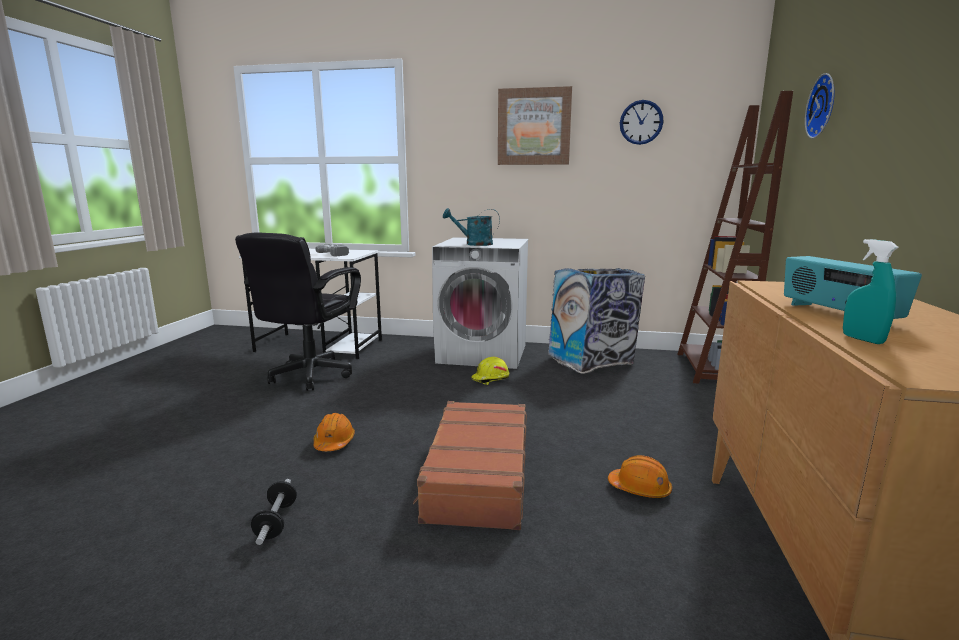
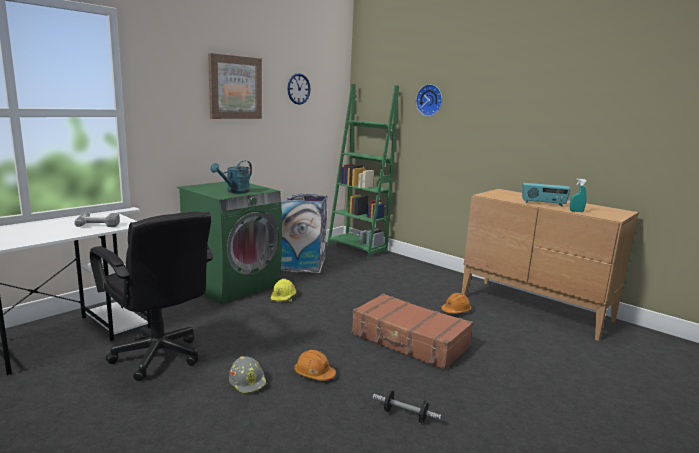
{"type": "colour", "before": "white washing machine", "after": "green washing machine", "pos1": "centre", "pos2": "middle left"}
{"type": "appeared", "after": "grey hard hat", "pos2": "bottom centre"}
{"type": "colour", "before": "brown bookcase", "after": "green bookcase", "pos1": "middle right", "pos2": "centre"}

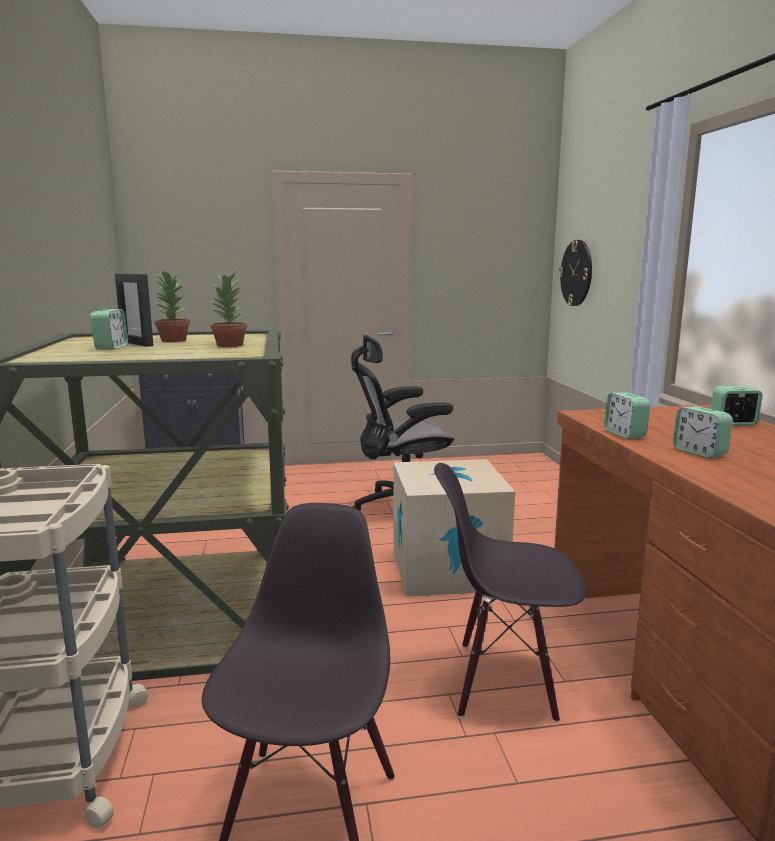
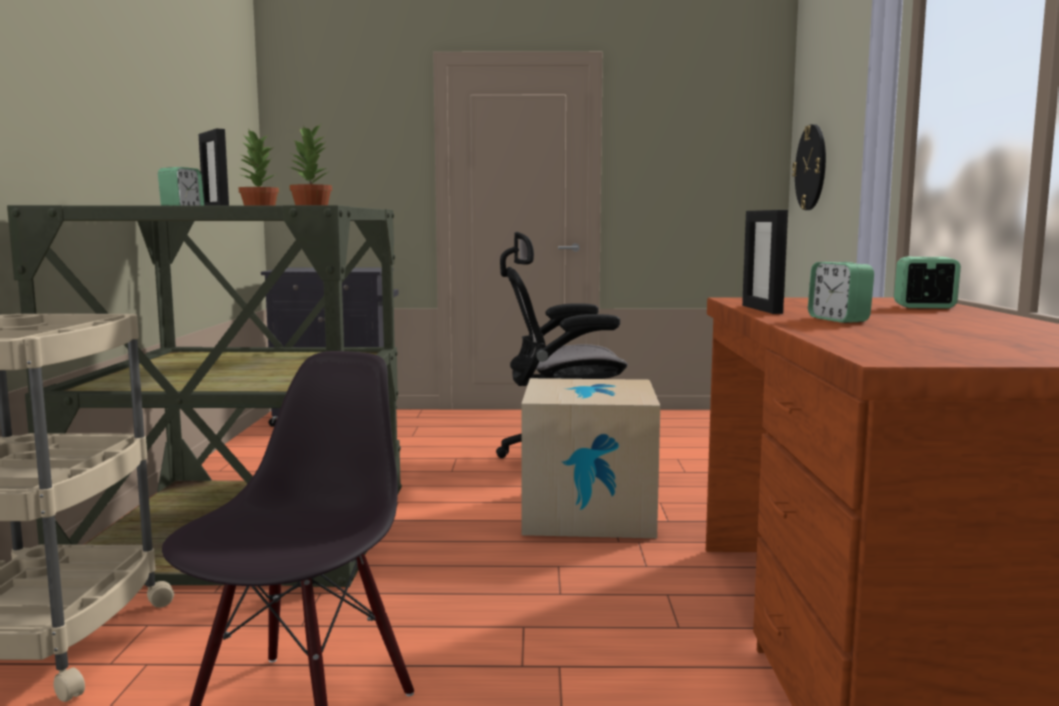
{"type": "exchanged", "before": "alarm clock (no. 2 from left)", "after": "picture frame (no. 2 from left)", "pos1": "middle right", "pos2": "middle right"}
{"type": "missing", "before": "black chair (no. 2 from left)", "pos1": "bottom centre"}

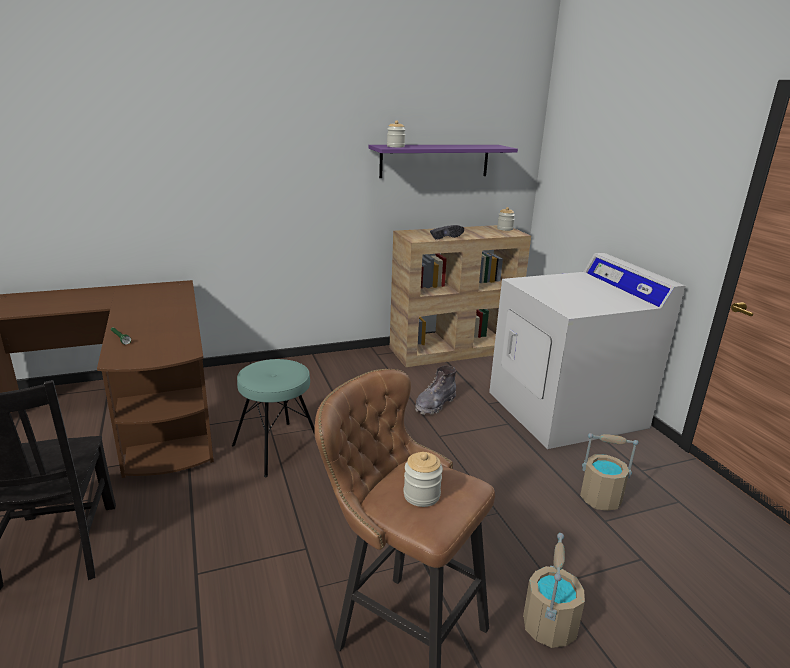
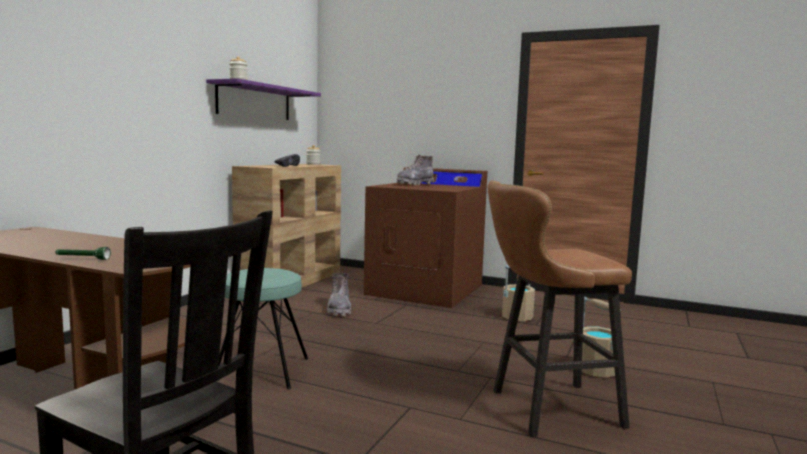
{"type": "colour", "before": "white washing machine", "after": "brown washing machine", "pos1": "middle right", "pos2": "centre"}
{"type": "appeared", "after": "grey boot (no. 2 from left)", "pos2": "centre"}
{"type": "missing", "before": "jar (no. 2 from left)", "pos1": "bottom centre"}

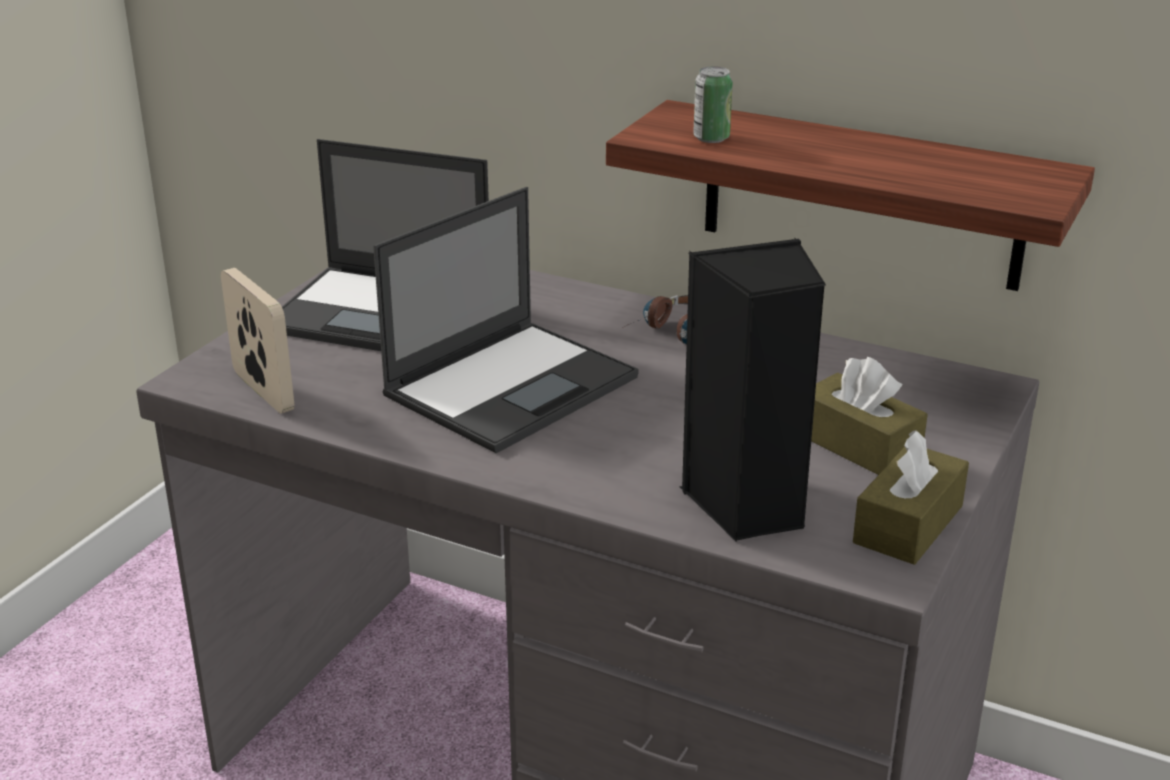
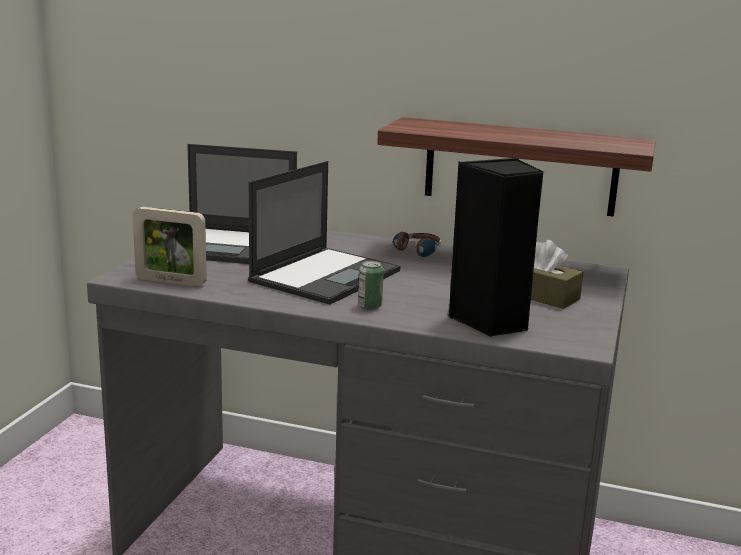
{"type": "spun", "before": "picture frame", "pos1": "middle left", "pos2": "middle left", "turn": 150}
{"type": "relocated", "before": "can", "pos1": "top centre", "pos2": "centre"}
{"type": "missing", "before": "brown tissue box (no. 2 from left)", "pos1": "middle right"}

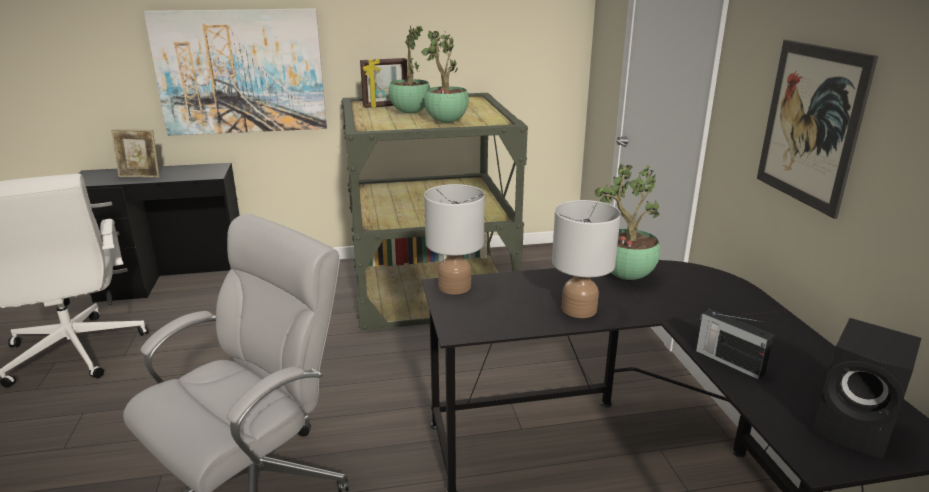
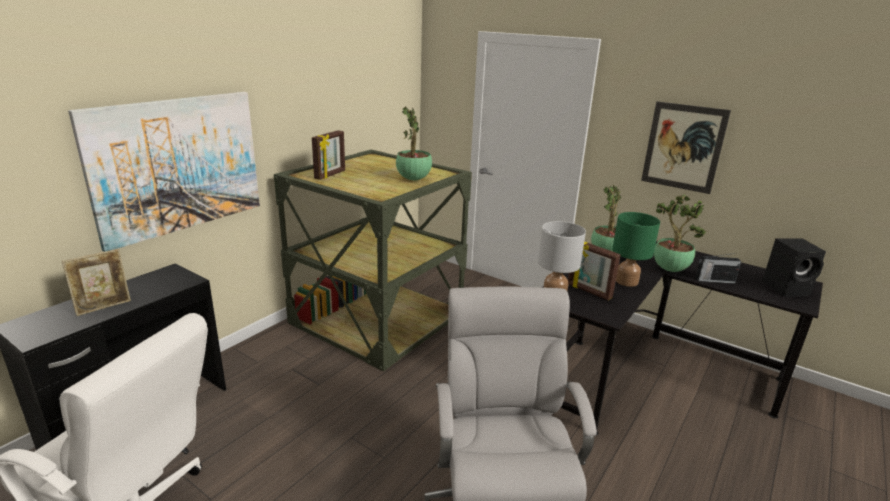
{"type": "appeared", "after": "picture frame (no. 3 from left)", "pos2": "middle right"}
{"type": "colour", "before": "grey table lamp (no. 2 from left)", "after": "green table lamp", "pos1": "centre", "pos2": "middle right"}
{"type": "relocated", "before": "potted plant (no. 1 from left in the first image)", "after": "potted plant (no. 3 from left)", "pos1": "top centre", "pos2": "middle right"}

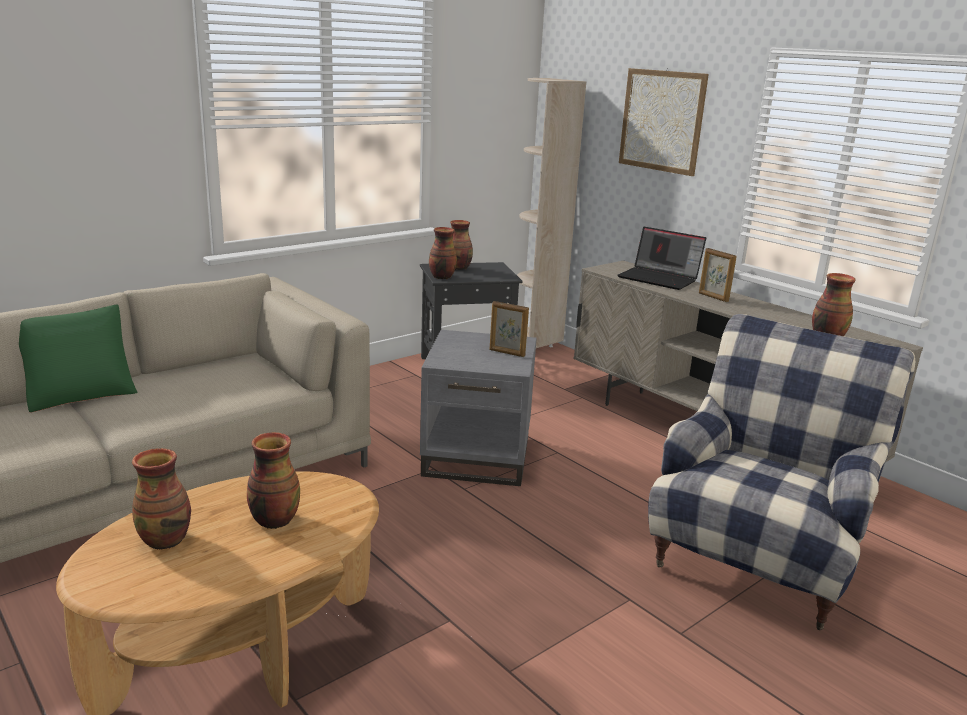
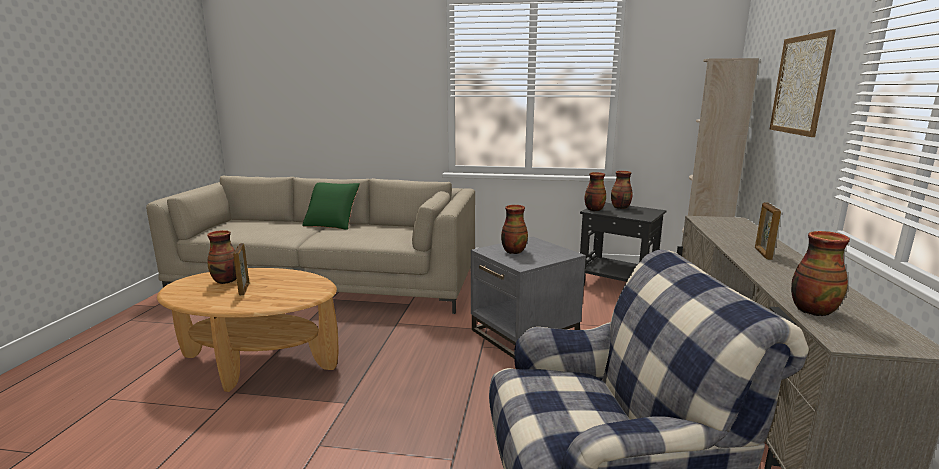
{"type": "relocated", "before": "picture frame (no. 1 from left)", "pos1": "centre", "pos2": "middle left"}
{"type": "relocated", "before": "vase (no. 2 from left)", "pos1": "bottom left", "pos2": "centre"}
{"type": "missing", "before": "laptop", "pos1": "middle right"}

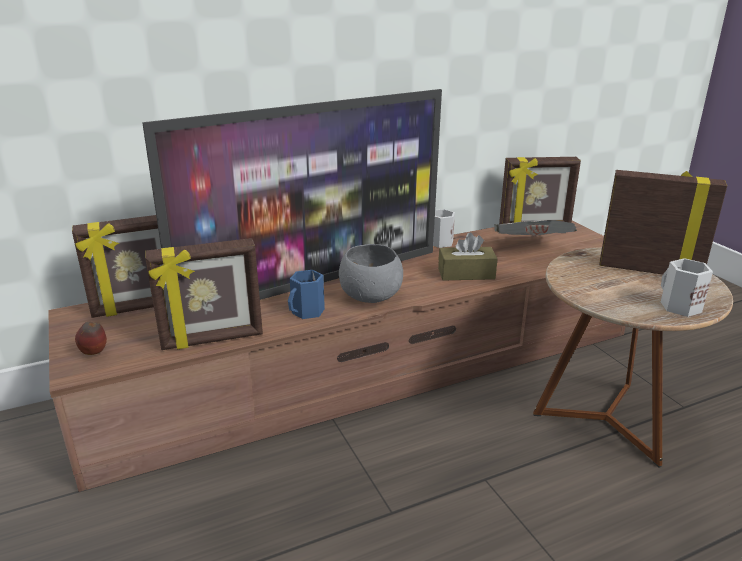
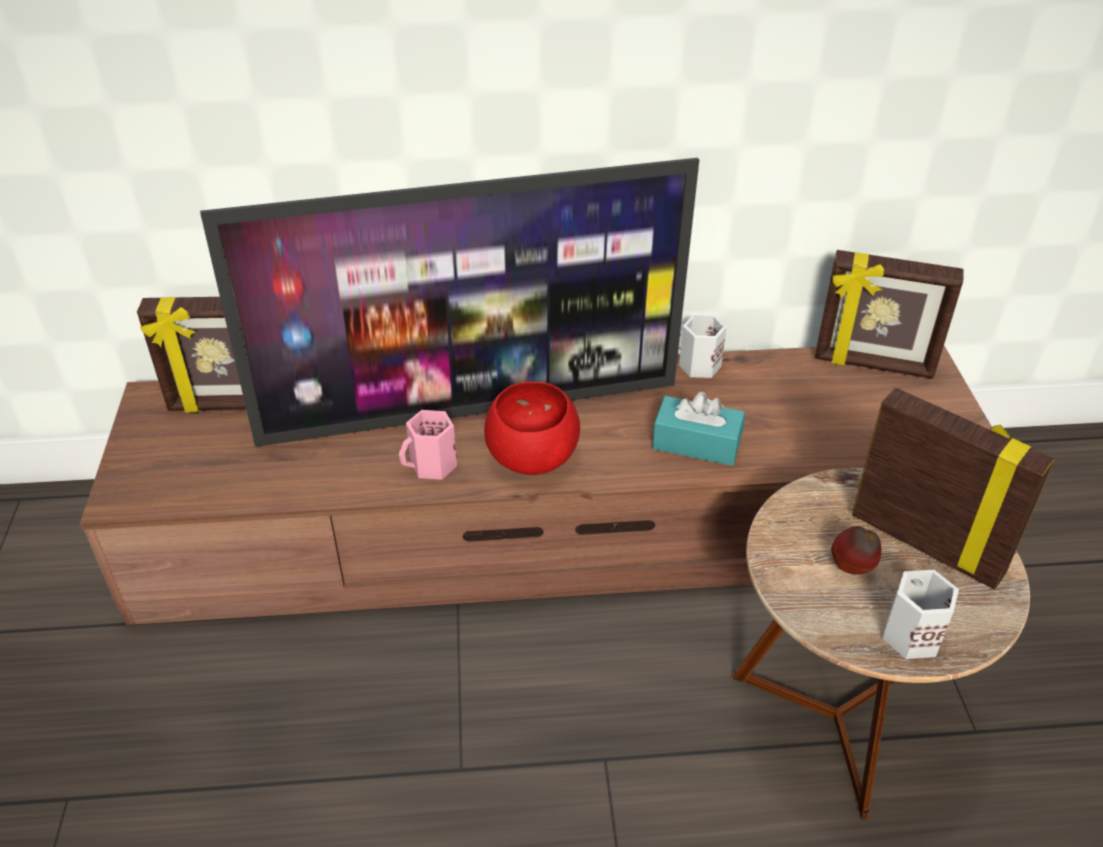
{"type": "colour", "before": "blue mug", "after": "pink mug", "pos1": "centre", "pos2": "centre"}
{"type": "colour", "before": "grey bowl", "after": "red bowl", "pos1": "centre", "pos2": "centre"}
{"type": "colour", "before": "brown tissue box", "after": "turquoise tissue box", "pos1": "centre", "pos2": "centre"}
{"type": "relocated", "before": "apple", "pos1": "middle left", "pos2": "middle right"}
{"type": "missing", "before": "picture frame (no. 2 from left)", "pos1": "middle left"}
{"type": "missing", "before": "newspaper", "pos1": "middle right"}

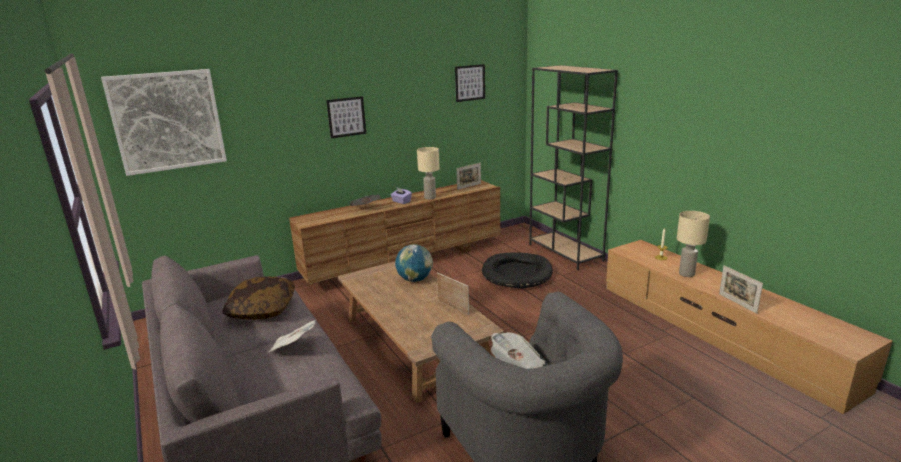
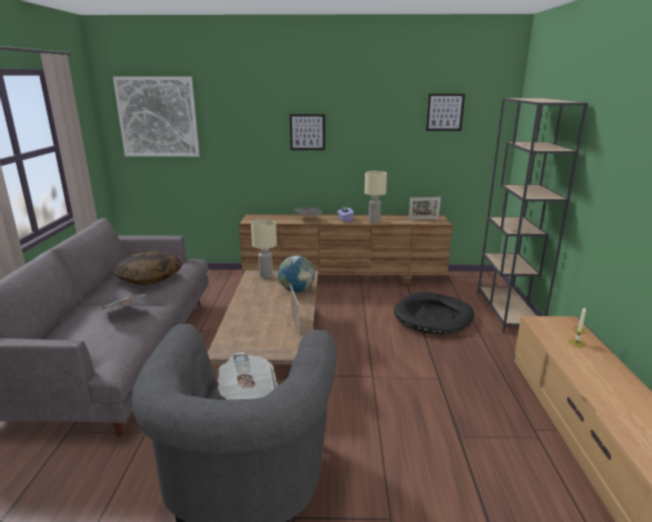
{"type": "relocated", "before": "beige table lamp (no. 2 from left in the first image)", "after": "beige table lamp (no. 1 from left)", "pos1": "middle right", "pos2": "centre"}
{"type": "missing", "before": "picture frame (no. 3 from left)", "pos1": "middle right"}

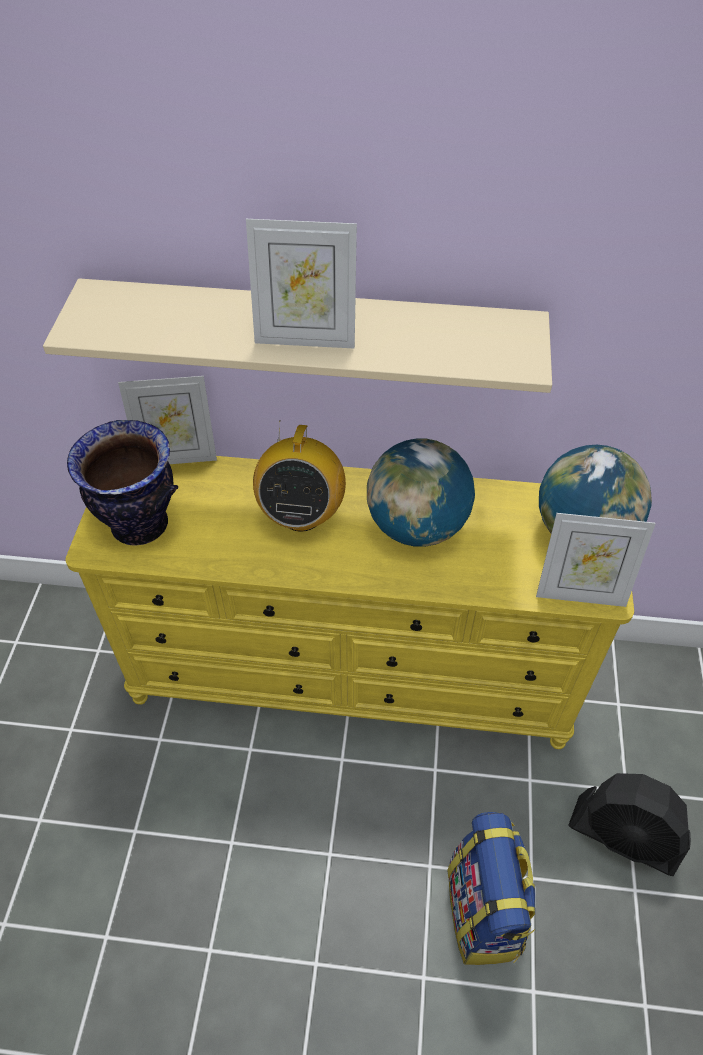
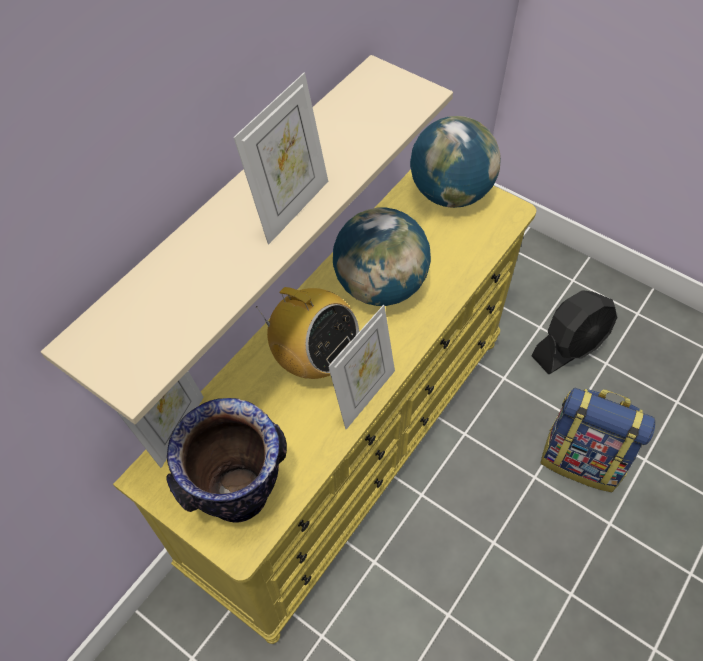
{"type": "relocated", "before": "picture frame (no. 3 from left)", "pos1": "middle right", "pos2": "centre"}

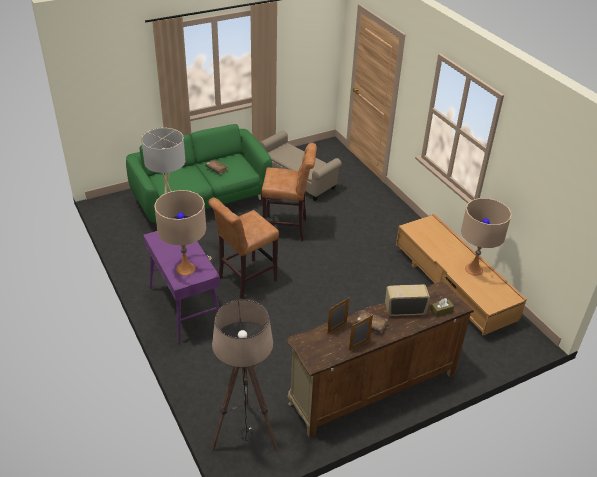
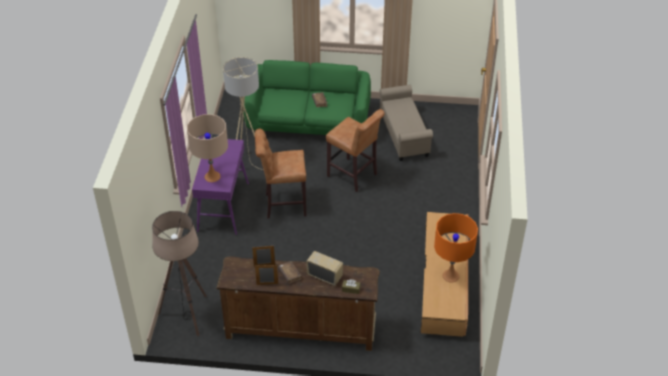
{"type": "colour", "before": "beige table lamp (no. 2 from left)", "after": "orange table lamp", "pos1": "middle right", "pos2": "middle right"}

